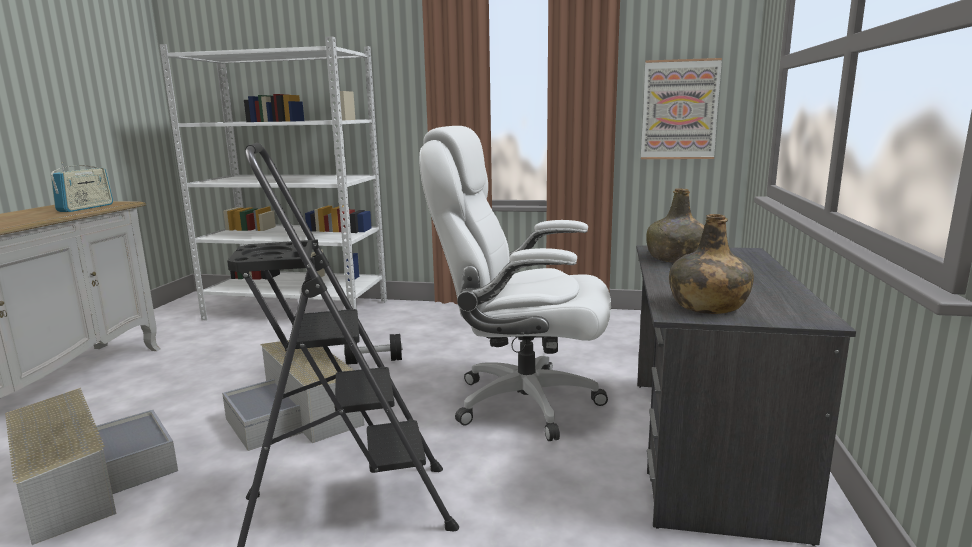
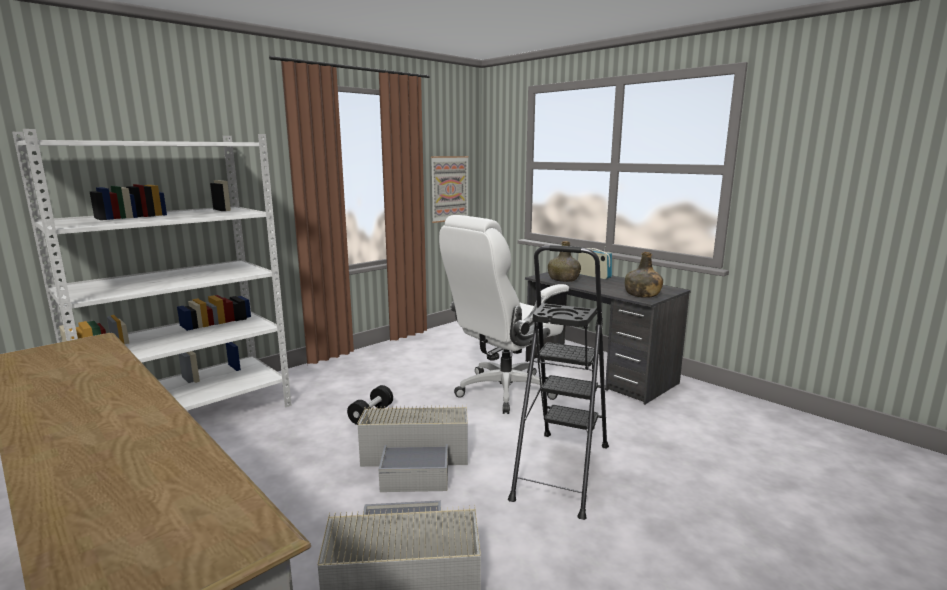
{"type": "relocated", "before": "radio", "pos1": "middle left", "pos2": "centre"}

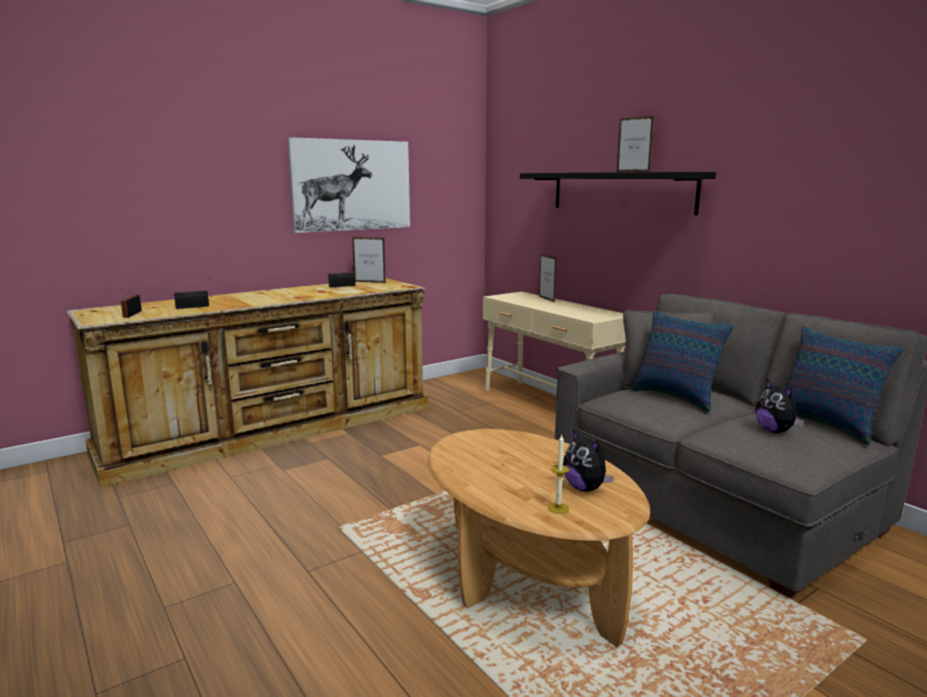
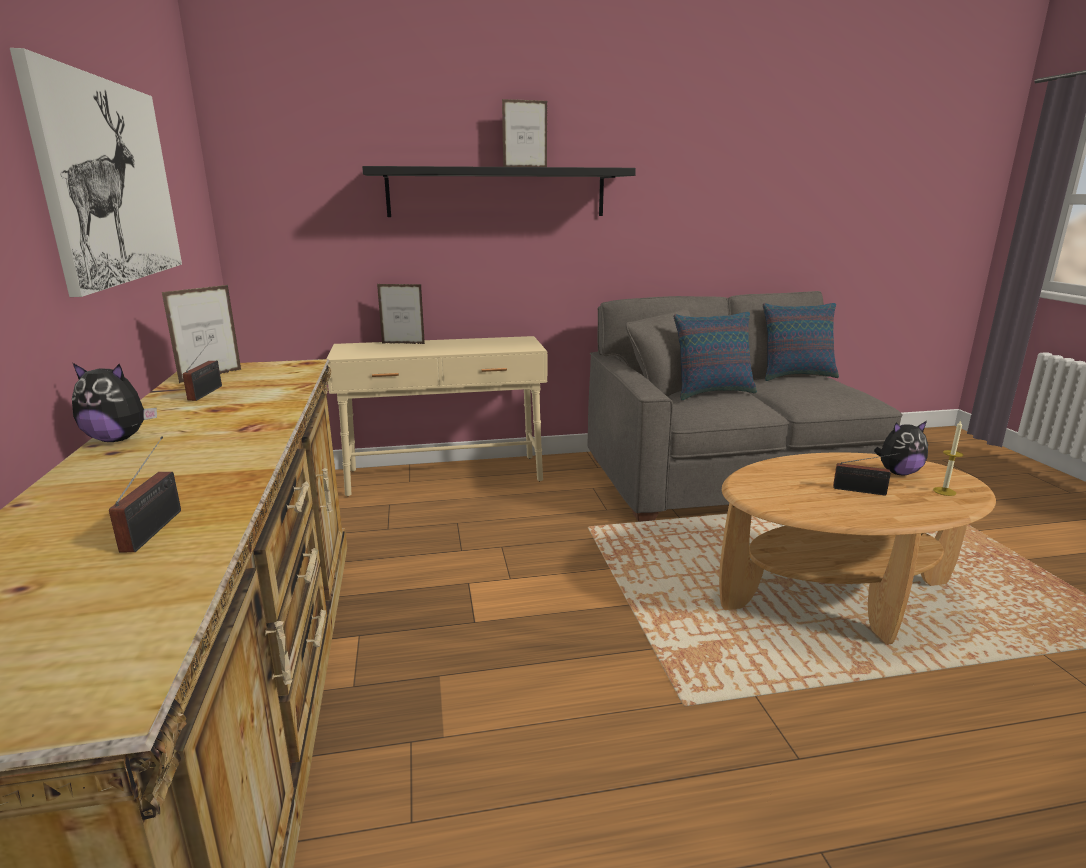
{"type": "relocated", "before": "plush toy (no. 2 from left in the first image)", "after": "plush toy (no. 1 from left)", "pos1": "middle right", "pos2": "middle left"}
{"type": "relocated", "before": "radio (no. 1 from left in the first image)", "after": "radio (no. 3 from left)", "pos1": "middle left", "pos2": "middle right"}

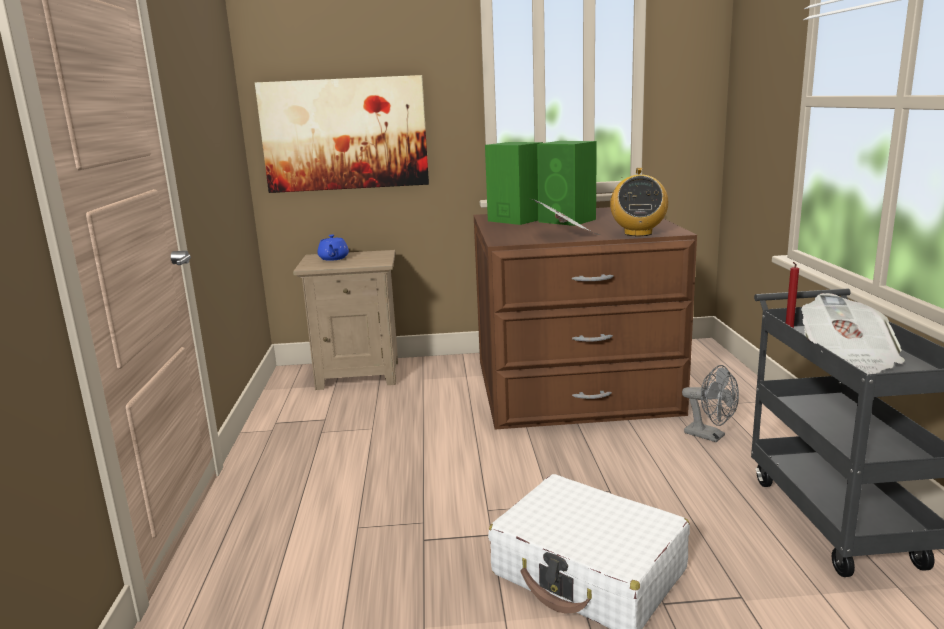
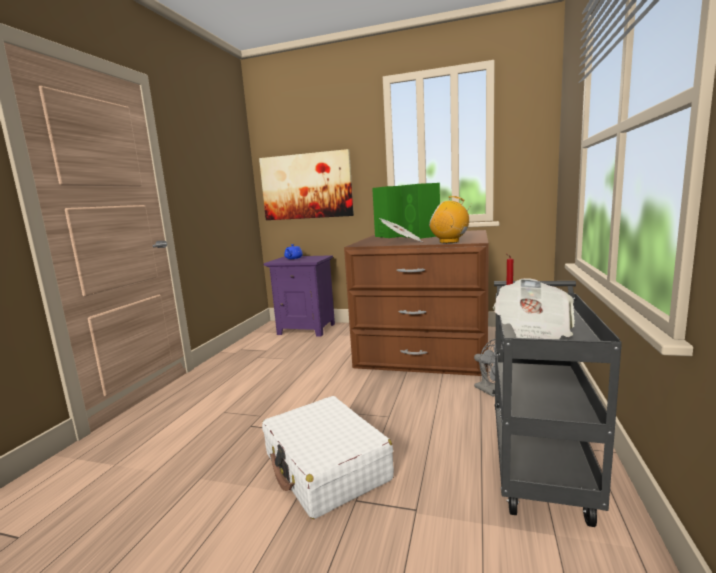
{"type": "colour", "before": "beige nightstand", "after": "purple nightstand", "pos1": "centre", "pos2": "centre"}
{"type": "spun", "before": "radio", "pos1": "top right", "pos2": "centre", "turn": 90}

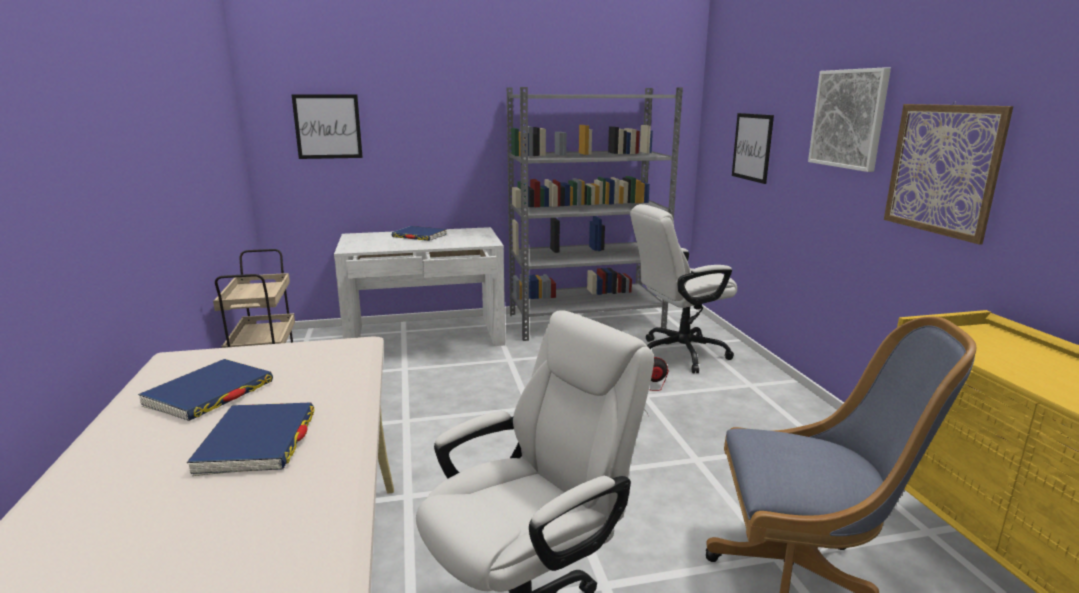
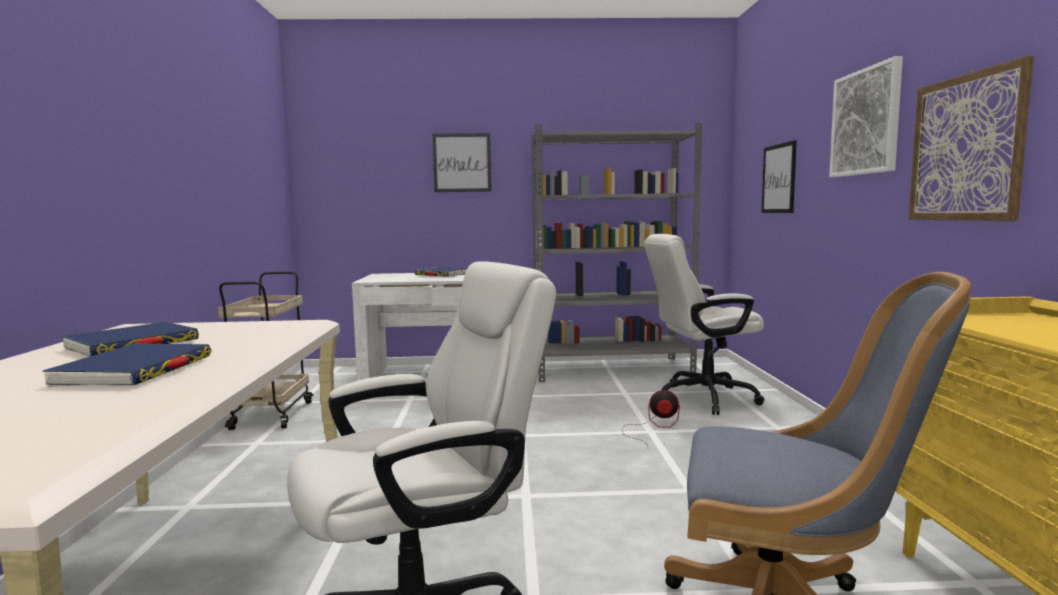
{"type": "relocated", "before": "picture (no. 1 from left)", "pos1": "top left", "pos2": "top centre"}

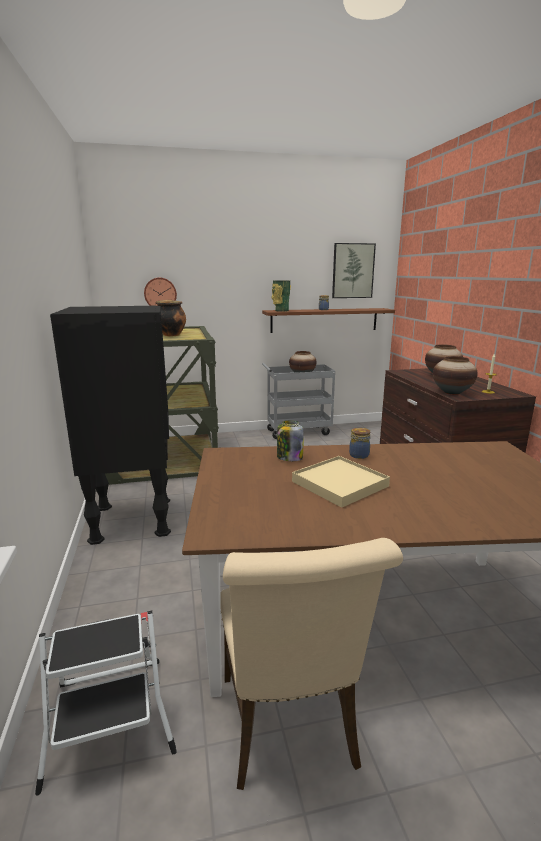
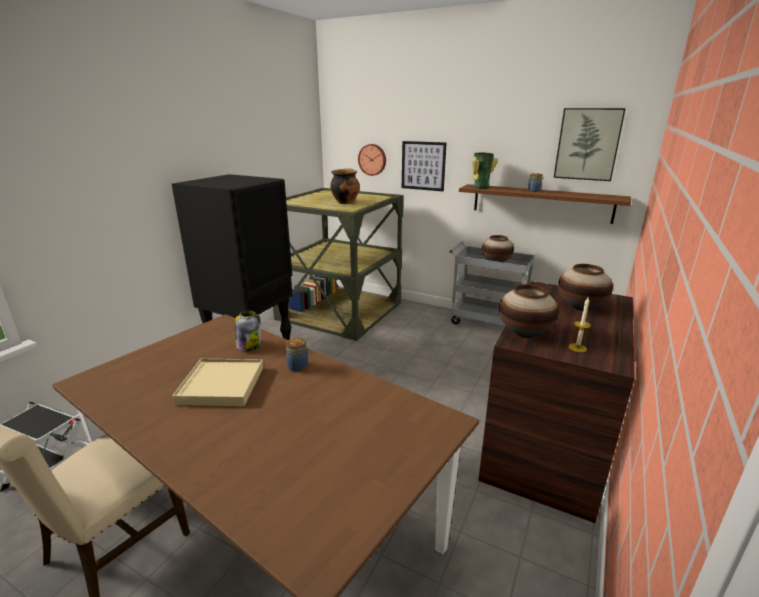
{"type": "appeared", "after": "picture (no. 1 from left)", "pos2": "top centre"}

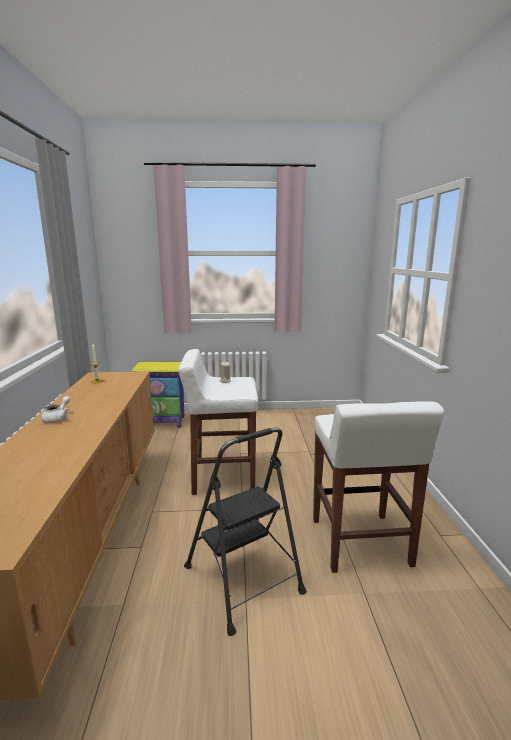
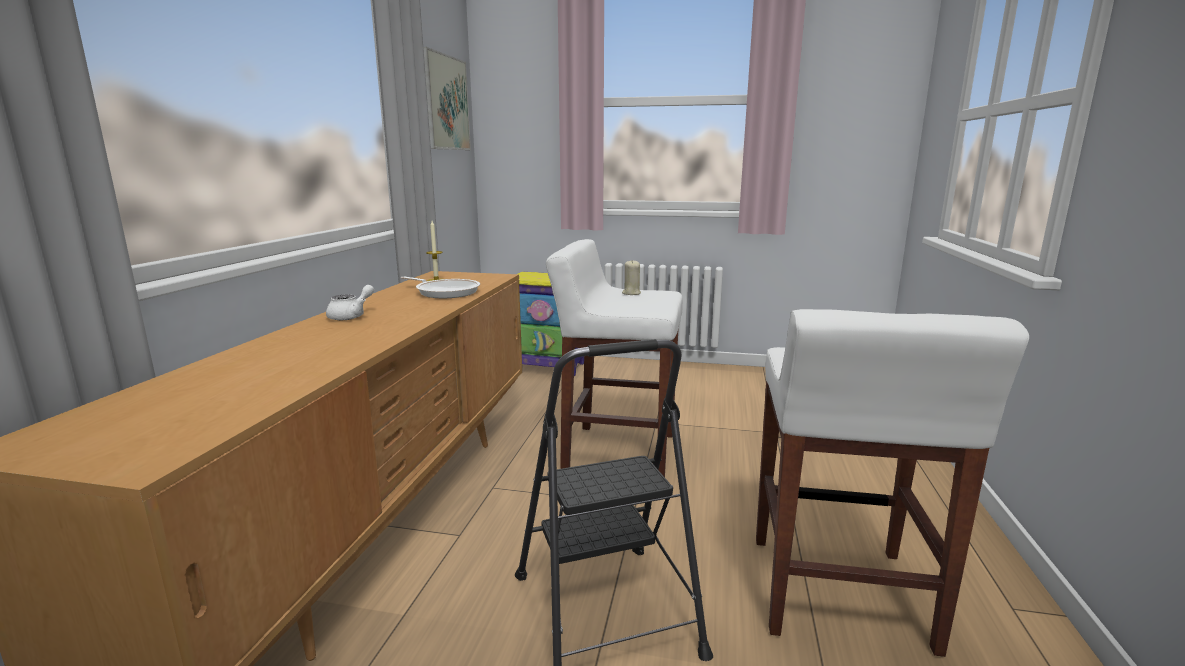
{"type": "appeared", "after": "frying pan", "pos2": "centre"}
{"type": "appeared", "after": "picture", "pos2": "top centre"}

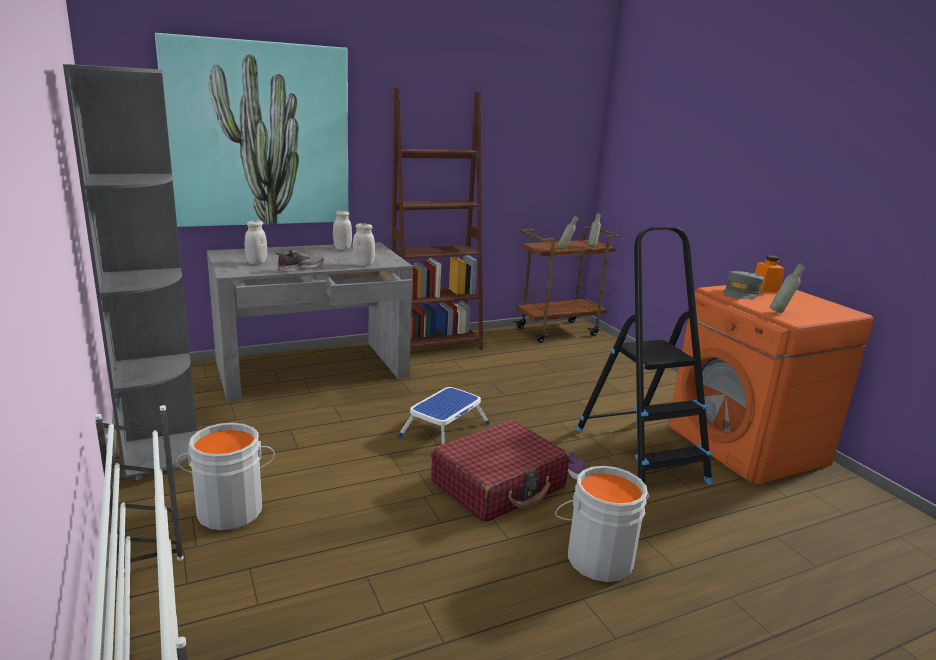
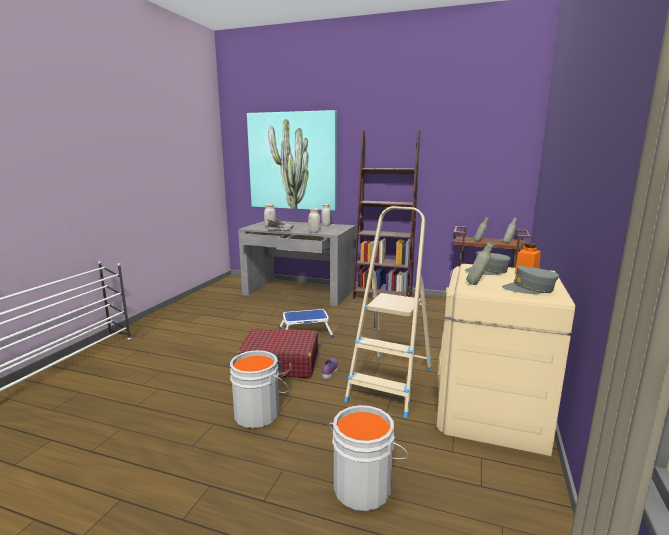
{"type": "relocated", "before": "grey bucket (no. 1 from left in the first image)", "after": "grey bucket (no. 2 from left)", "pos1": "bottom left", "pos2": "bottom centre"}
{"type": "colour", "before": "black step ladder", "after": "beige step ladder", "pos1": "middle right", "pos2": "centre"}
{"type": "colour", "before": "orange washing machine", "after": "beige washing machine", "pos1": "middle right", "pos2": "bottom right"}
{"type": "appeared", "after": "grey cap (no. 2 from left)", "pos2": "middle right"}
{"type": "missing", "before": "grey bookcase", "pos1": "middle left"}

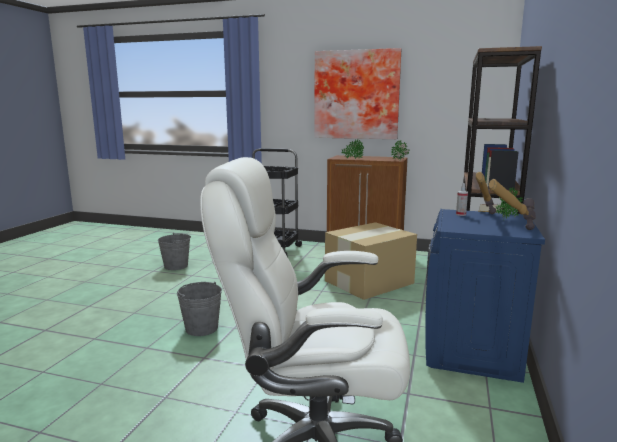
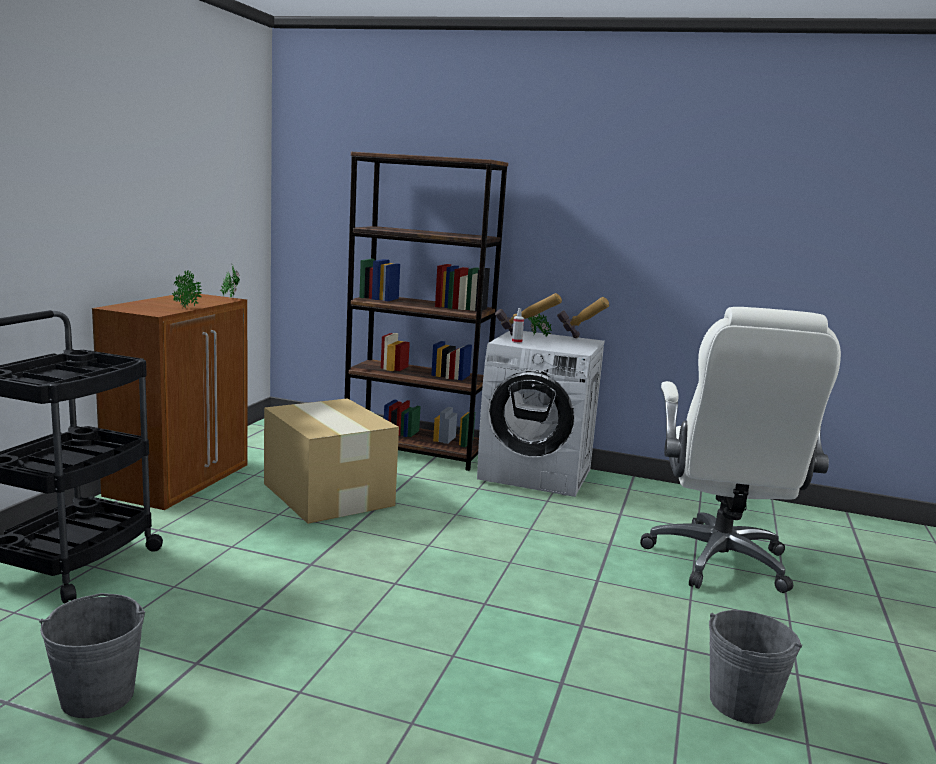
{"type": "colour", "before": "blue washing machine", "after": "white washing machine", "pos1": "bottom right", "pos2": "centre"}
{"type": "relocated", "before": "grey bucket (no. 2 from left)", "pos1": "bottom left", "pos2": "bottom right"}
{"type": "missing", "before": "picture", "pos1": "top centre"}

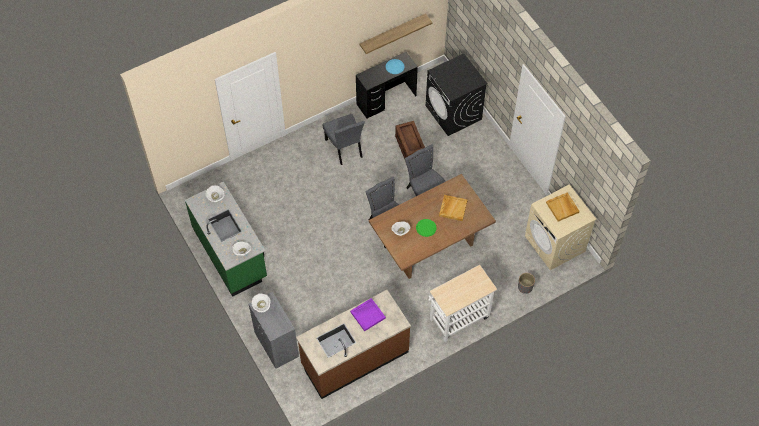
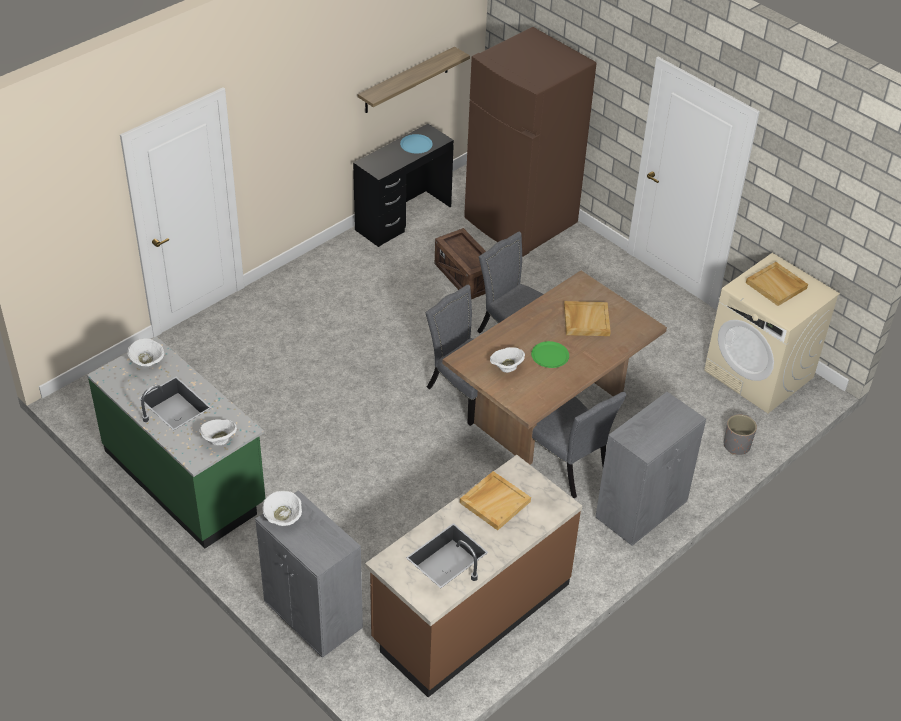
{"type": "colour", "before": "purple tray", "after": "beige tray (no. 1 from left)", "pos1": "bottom centre", "pos2": "bottom centre"}
{"type": "exchanged", "before": "black washing machine", "after": "brown fridge", "pos1": "top centre", "pos2": "top centre"}
{"type": "relocated", "before": "grey chair (no. 1 from left in the first image)", "after": "grey chair (no. 3 from left)", "pos1": "top centre", "pos2": "centre"}
{"type": "exchanged", "before": "white cart", "after": "grey cabinet (no. 2 from left)", "pos1": "bottom centre", "pos2": "middle right"}

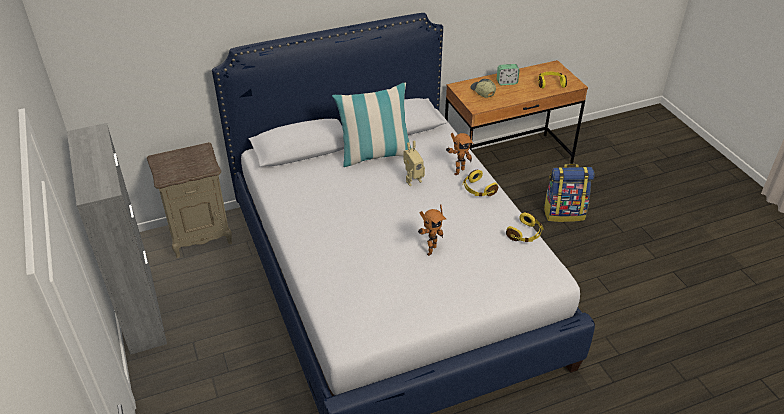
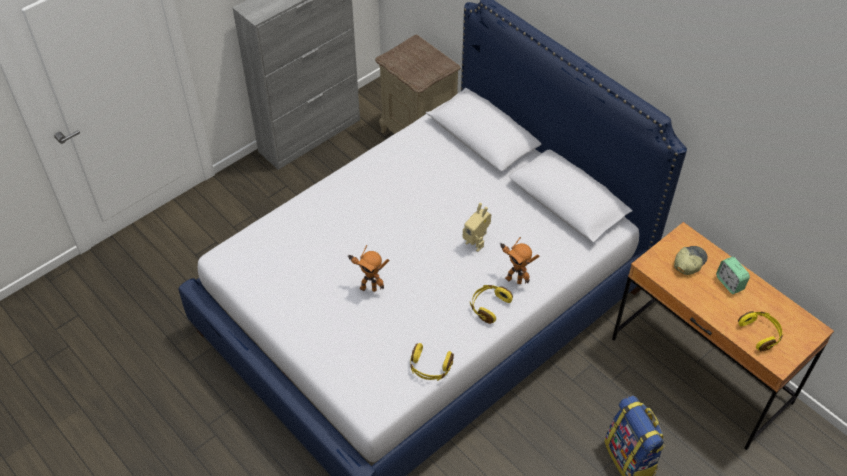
{"type": "missing", "before": "pillow", "pos1": "top centre"}

